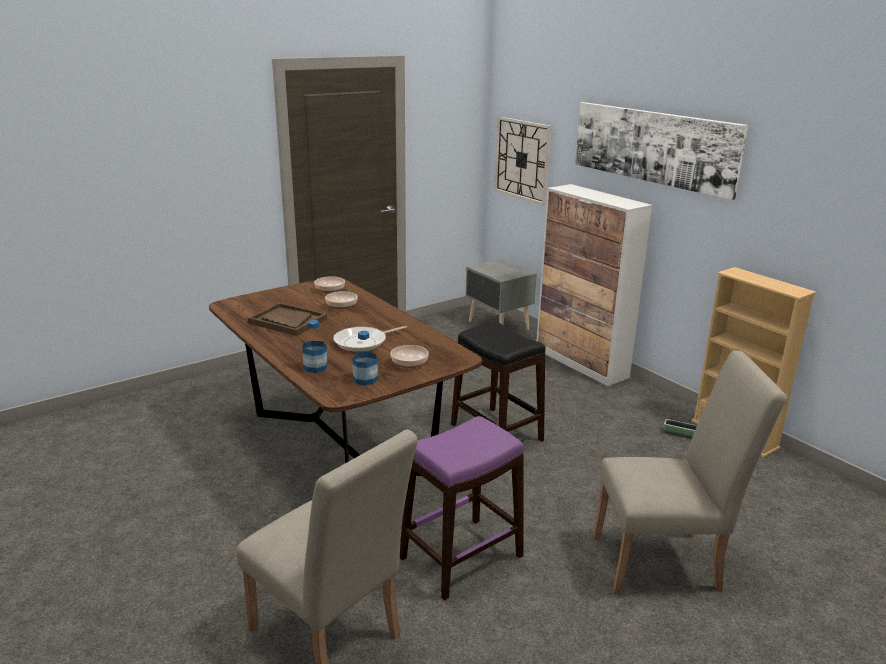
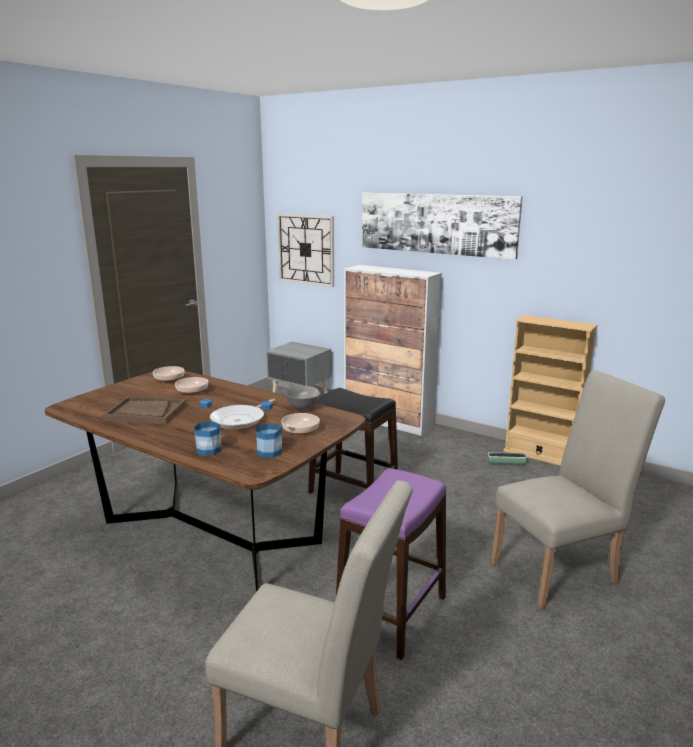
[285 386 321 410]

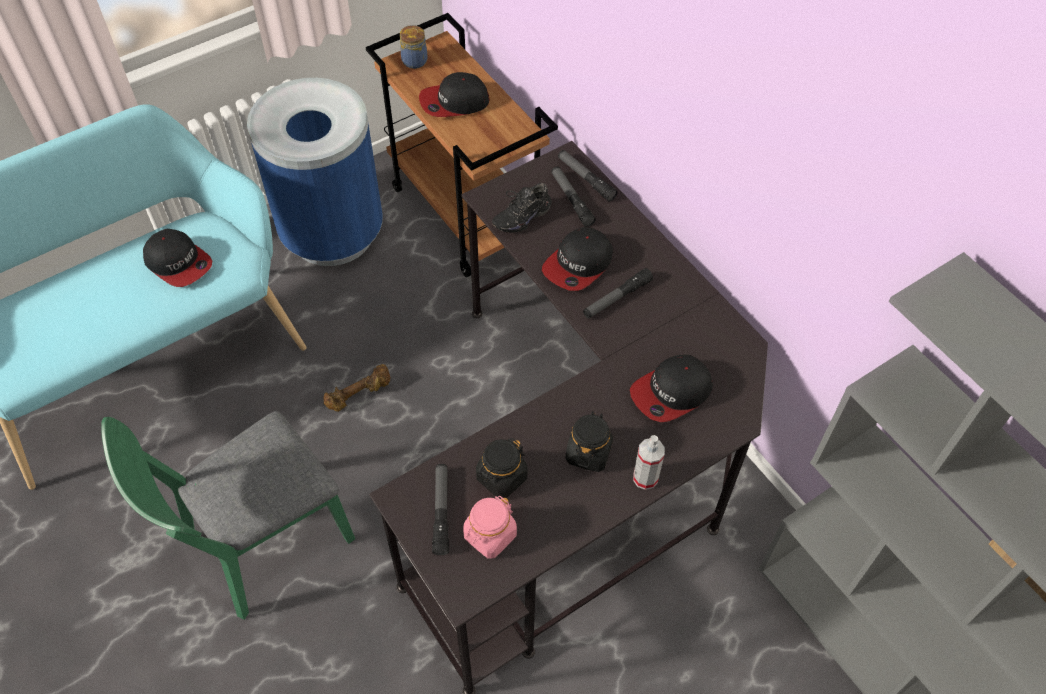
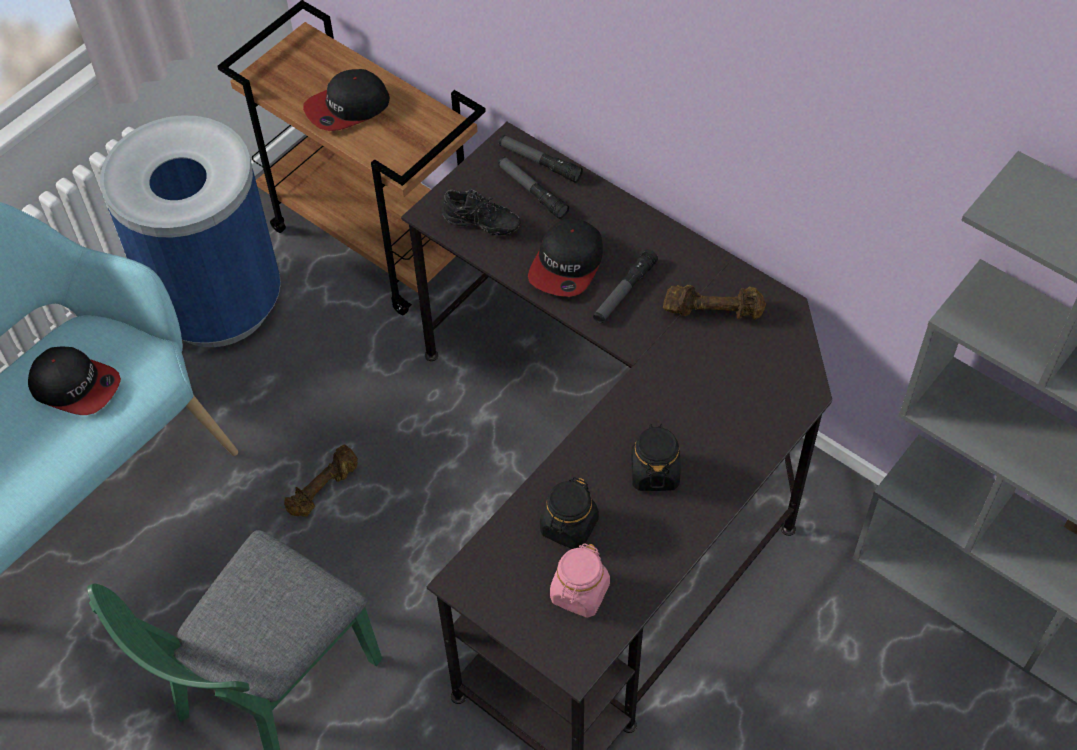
[400 25 428 69] (first image)
[432 464 449 555] (first image)
[441 189 521 236]
[630 355 713 422] (first image)
[633 435 665 490] (first image)
[663 285 766 320]

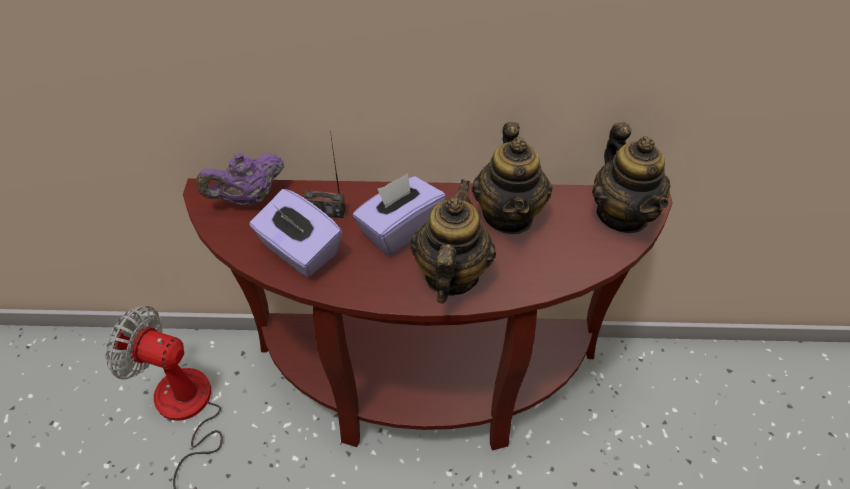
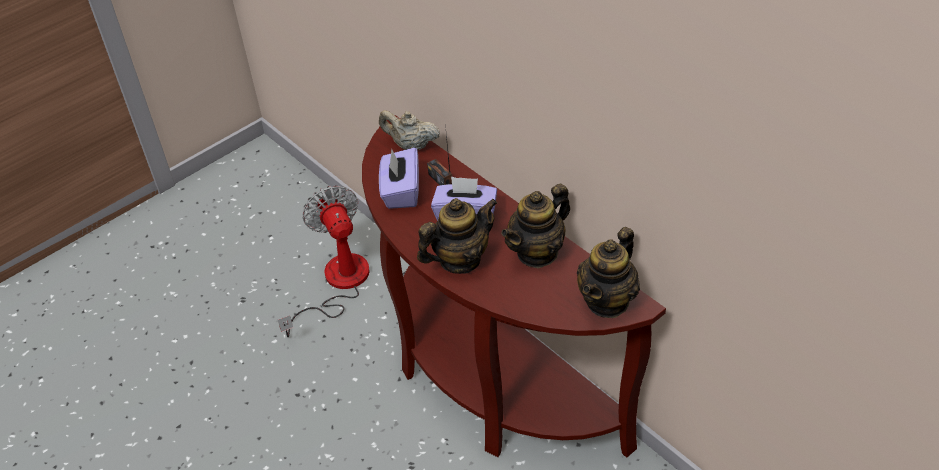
[379 110 440 150]

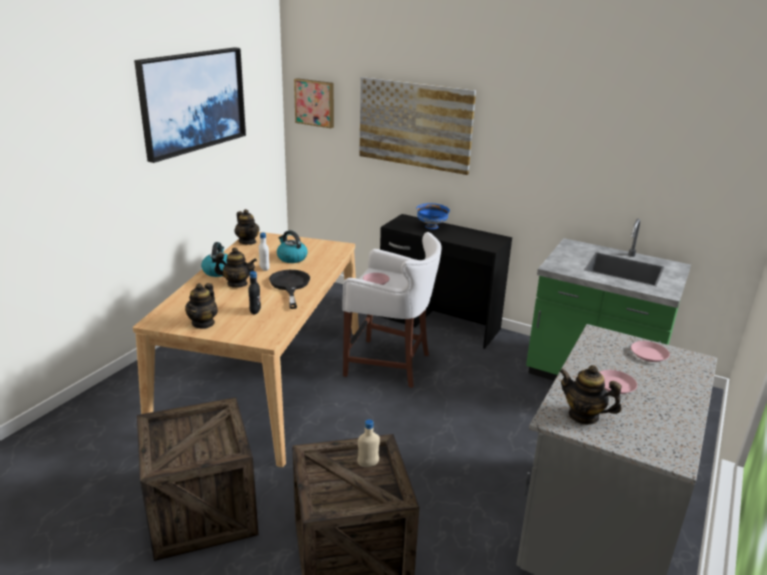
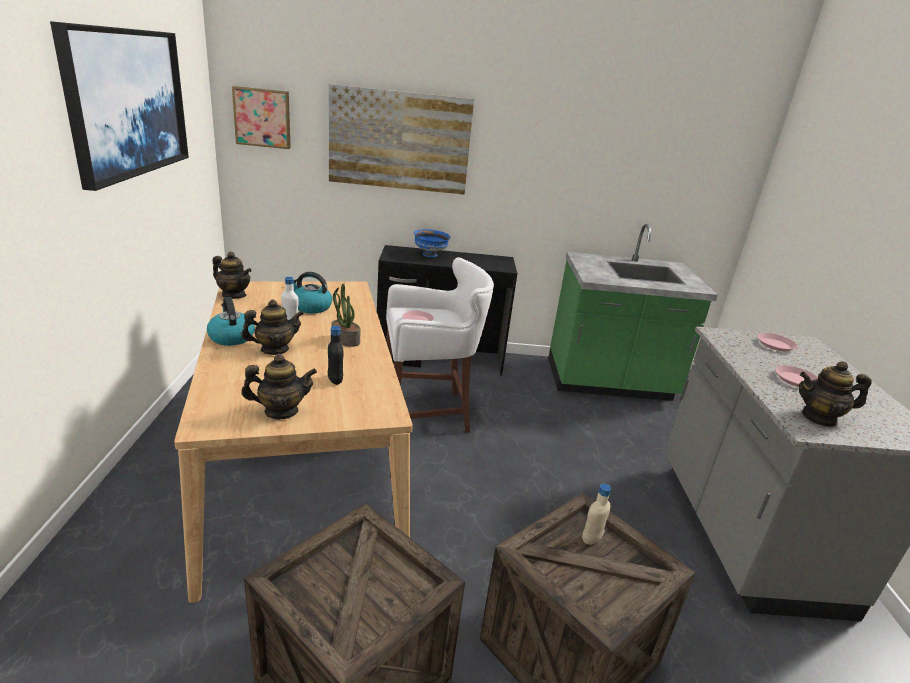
[241 354 317 419]
[331 282 361 347]

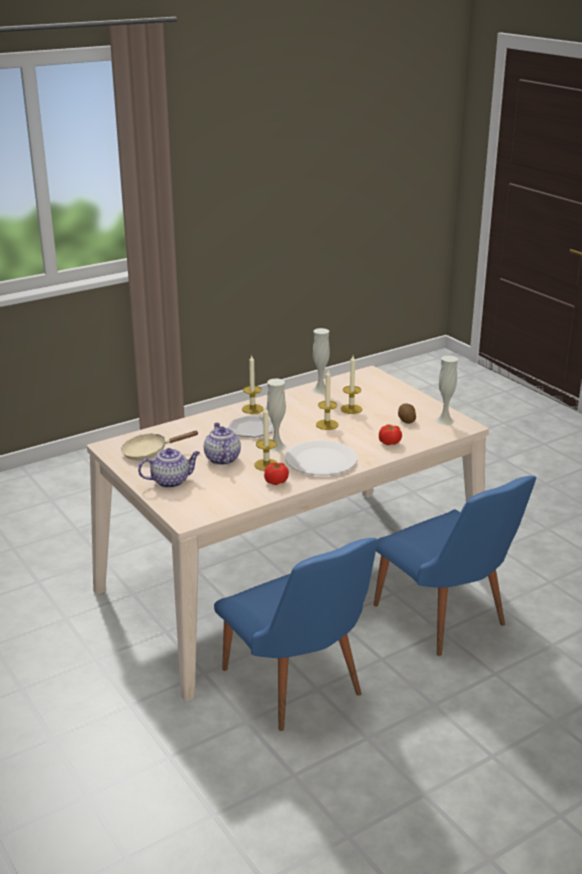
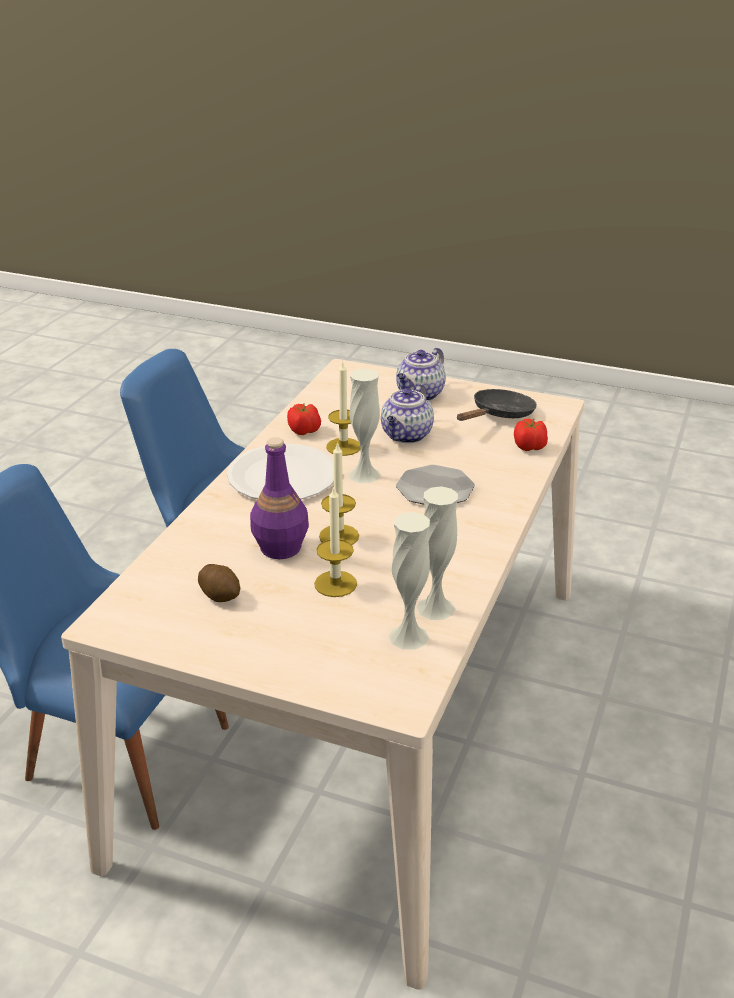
[457 389 537 421]
[381 384 434 443]
[242 356 264 414] (first image)
[514 418 548 451]
[389 512 430 650]
[250 437 309 559]

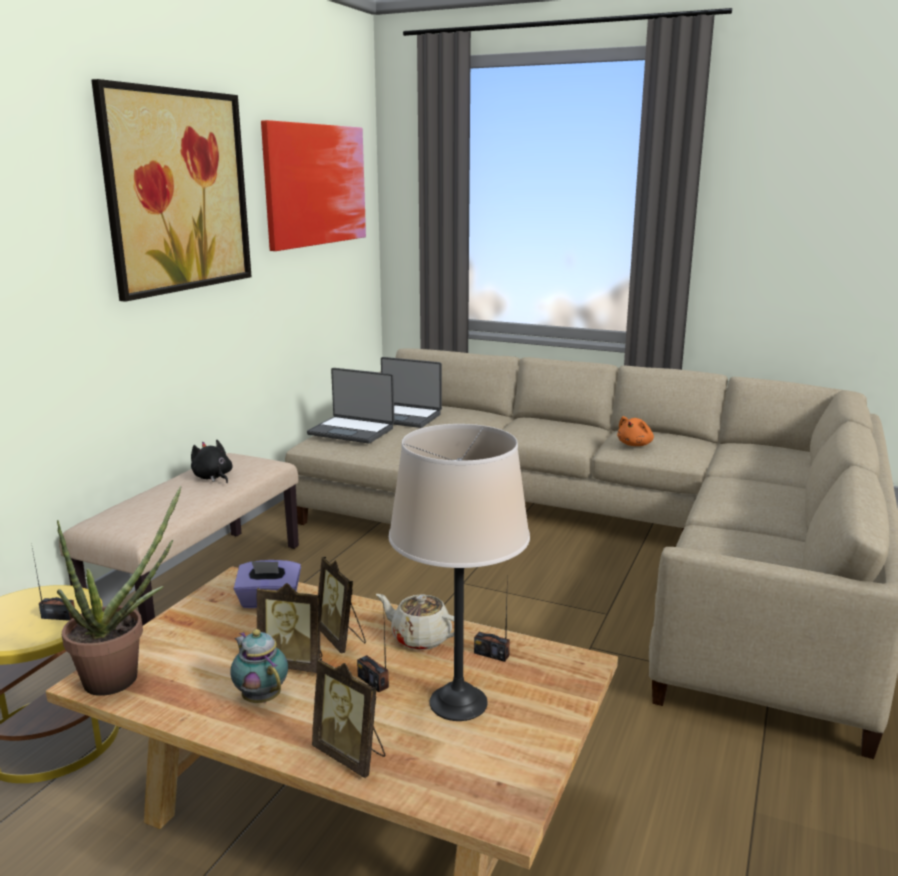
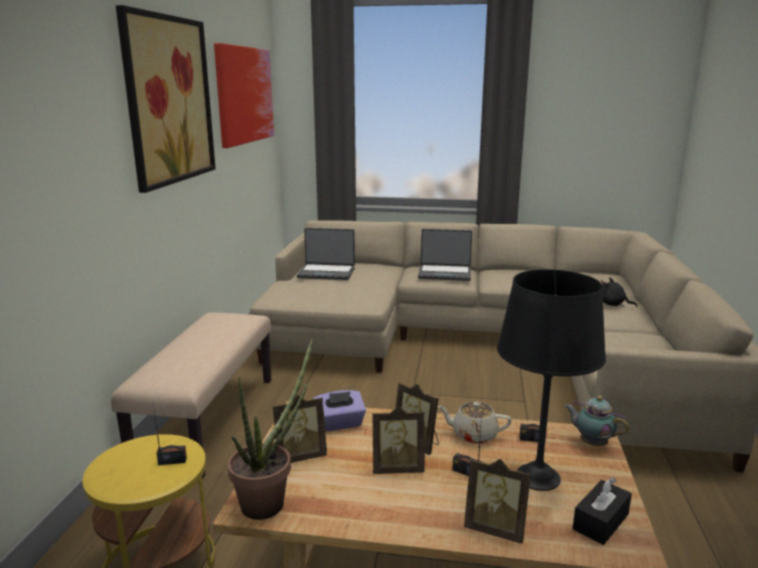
[601 278 637 307]
[564 396 629 446]
[418 229 472 281]
[497 269 606 491]
[617 416 654 446] (first image)
[273 395 327 463]
[573 477 632 545]

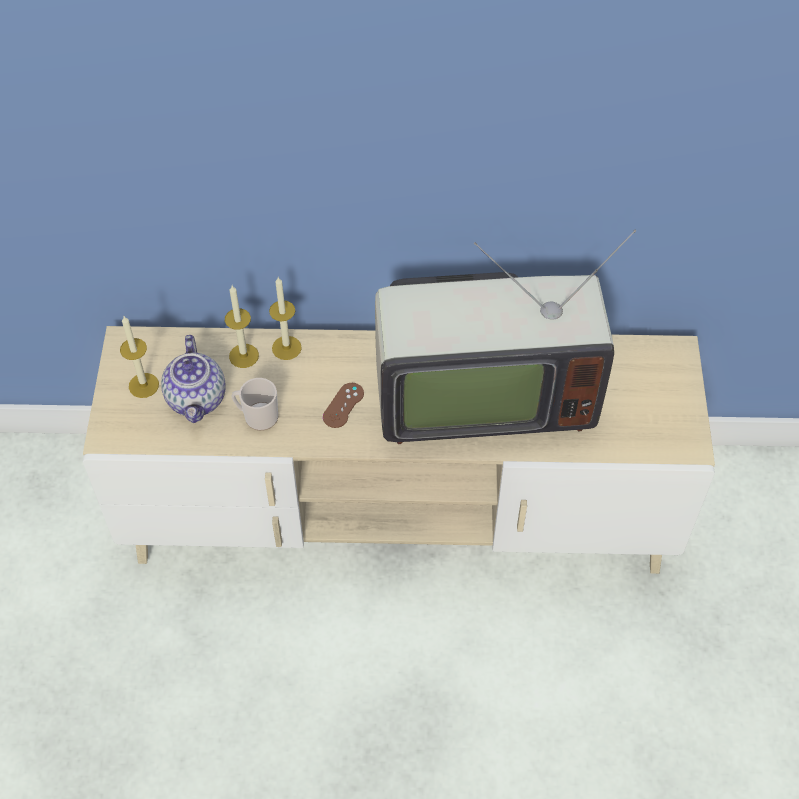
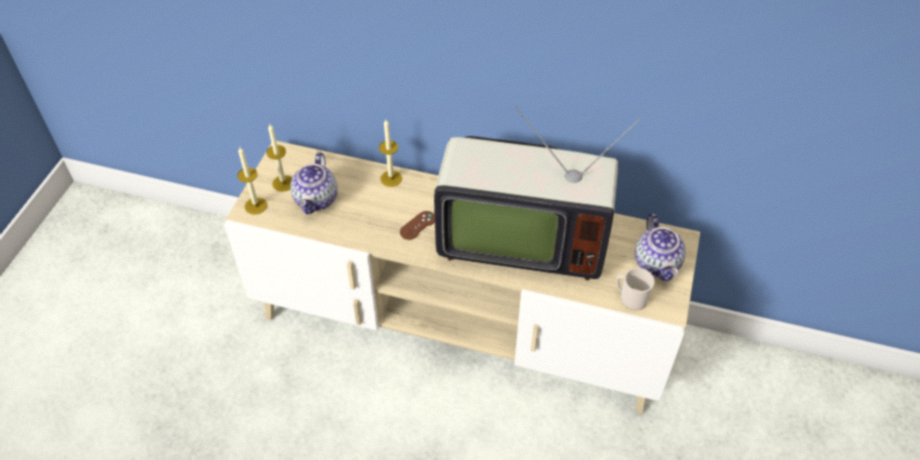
[237 147 267 215]
[617 268 655 310]
[635 214 686 281]

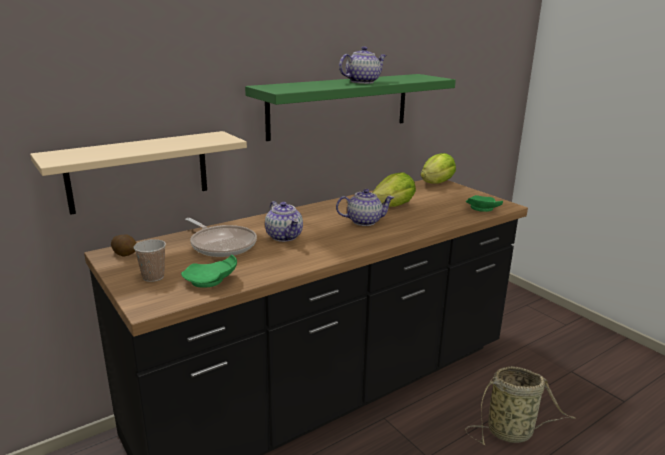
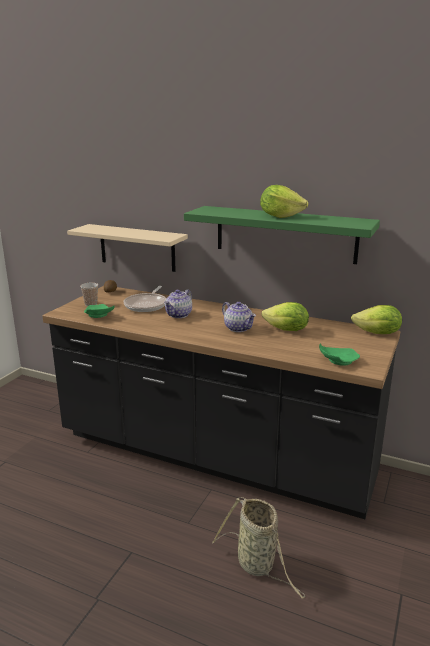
[260 185 308 218]

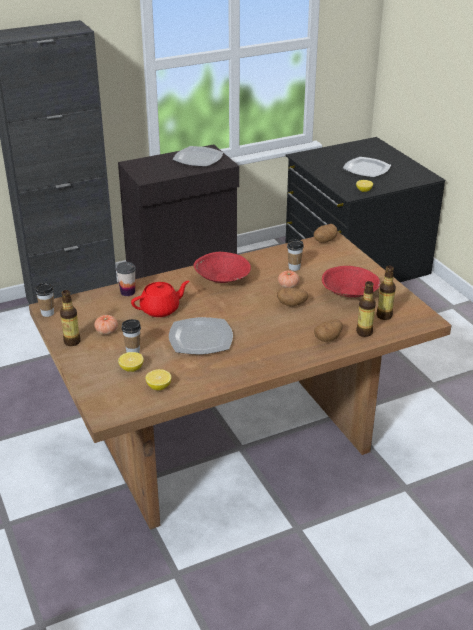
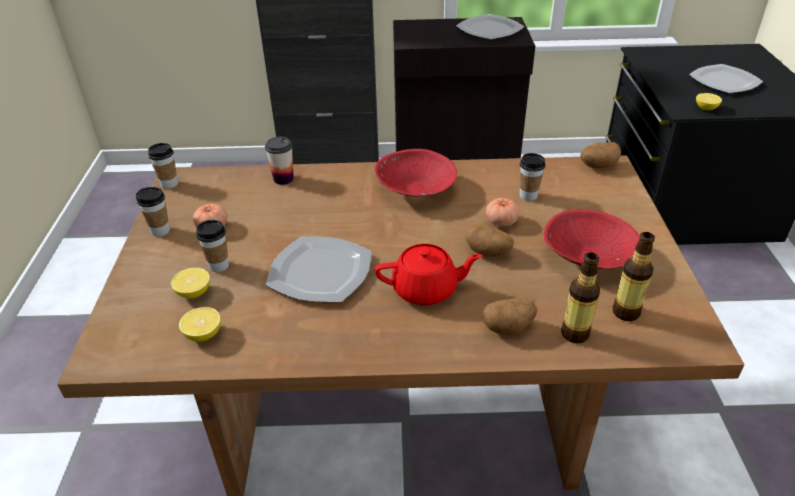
[136 187 170 236]
[375 244 482 305]

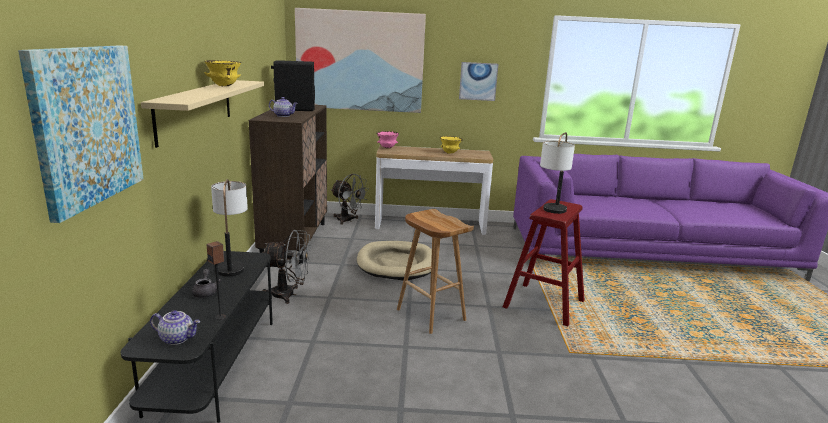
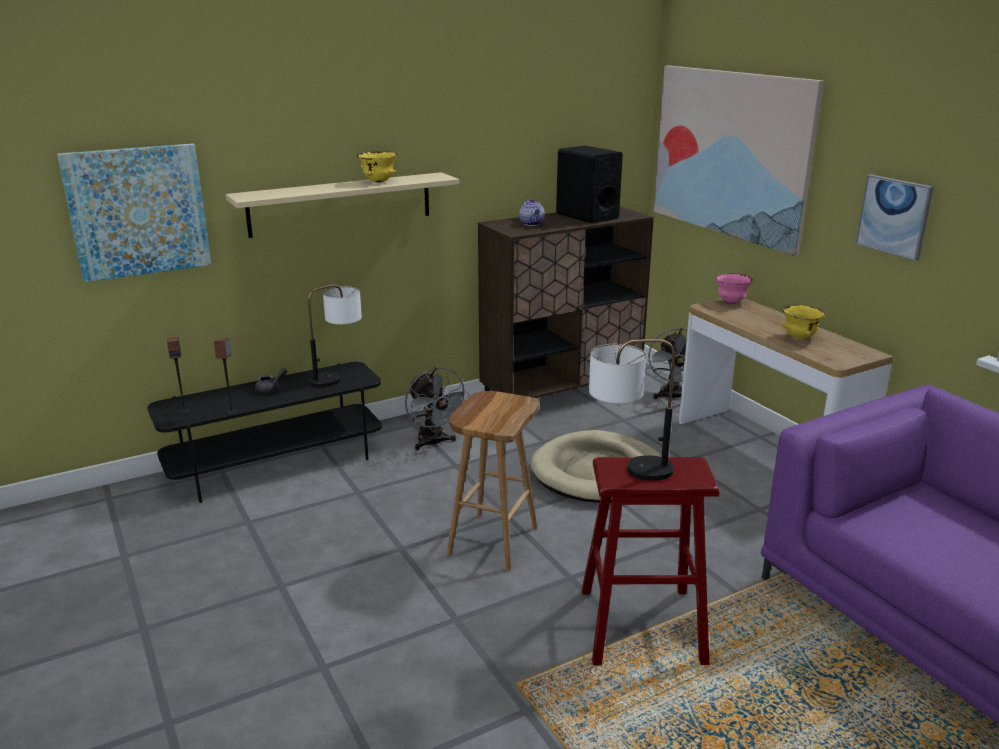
[167 337 190 414]

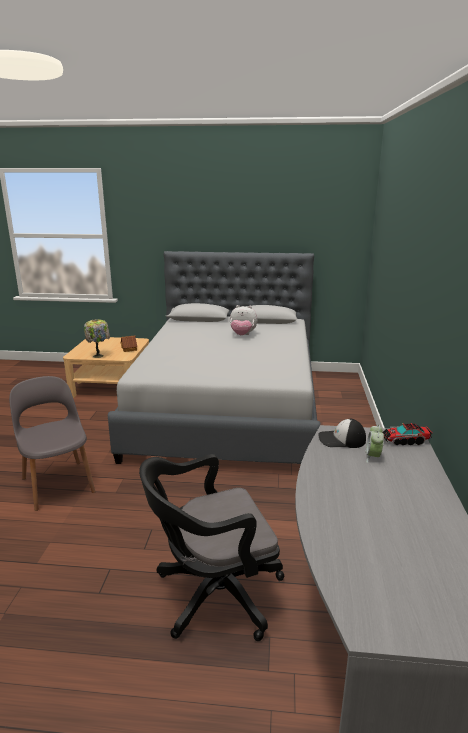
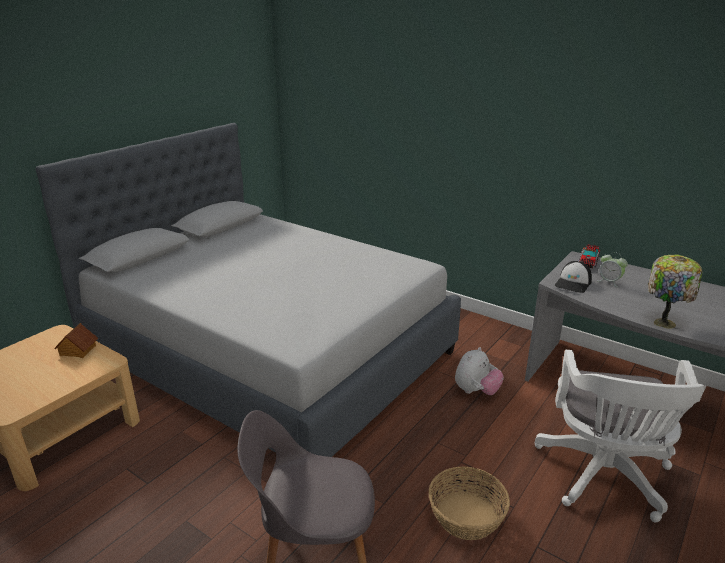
[648 255 703 329]
[535 350 706 522]
[455 347 504 395]
[428 466 510 540]

